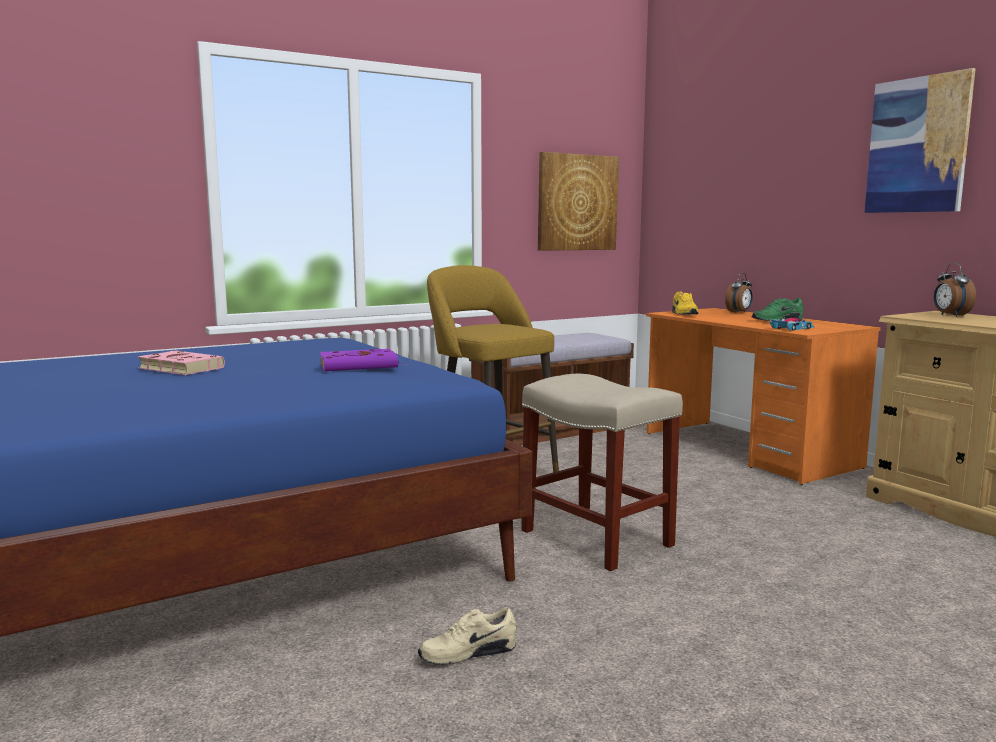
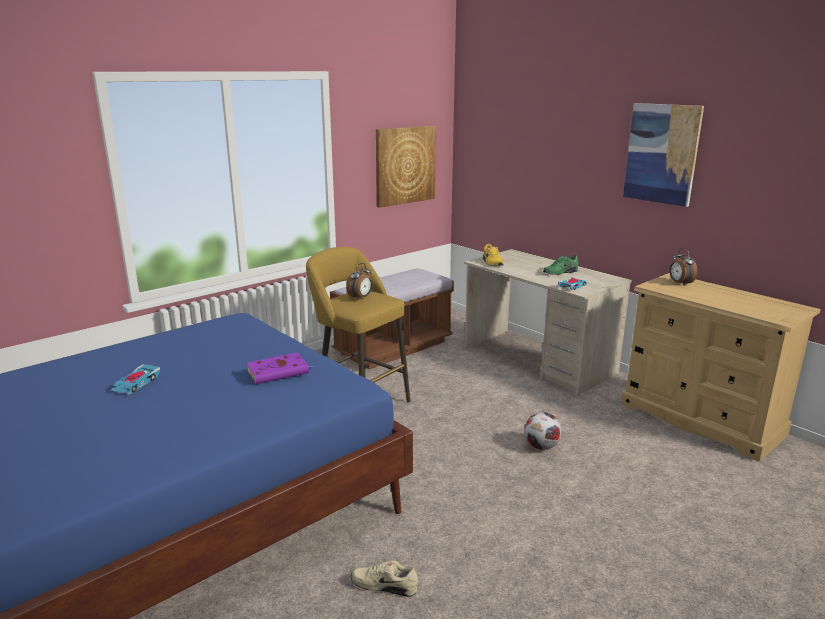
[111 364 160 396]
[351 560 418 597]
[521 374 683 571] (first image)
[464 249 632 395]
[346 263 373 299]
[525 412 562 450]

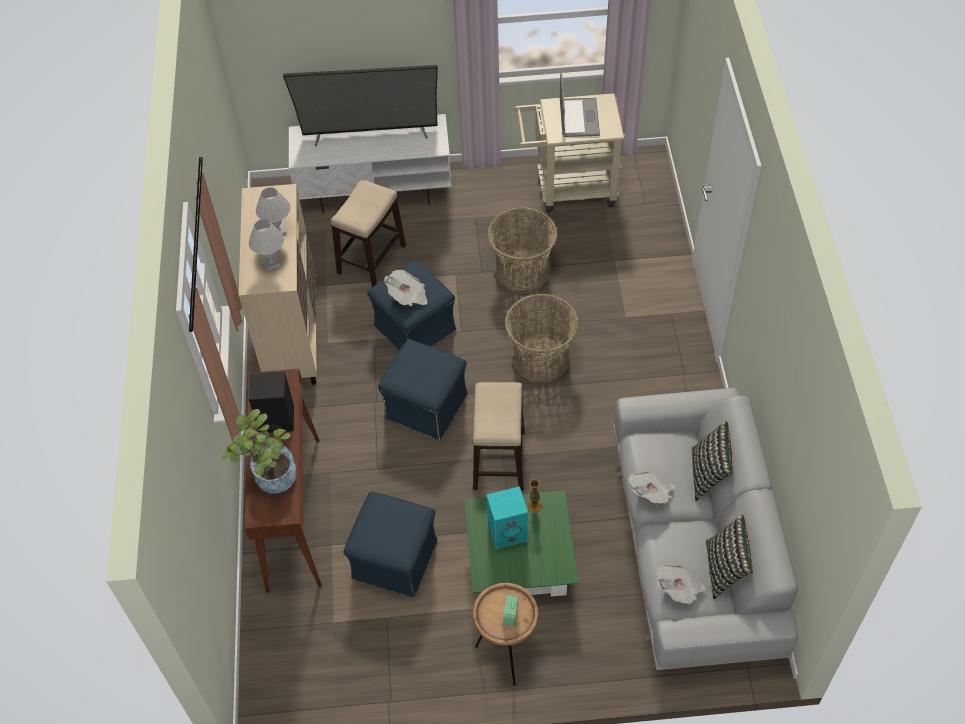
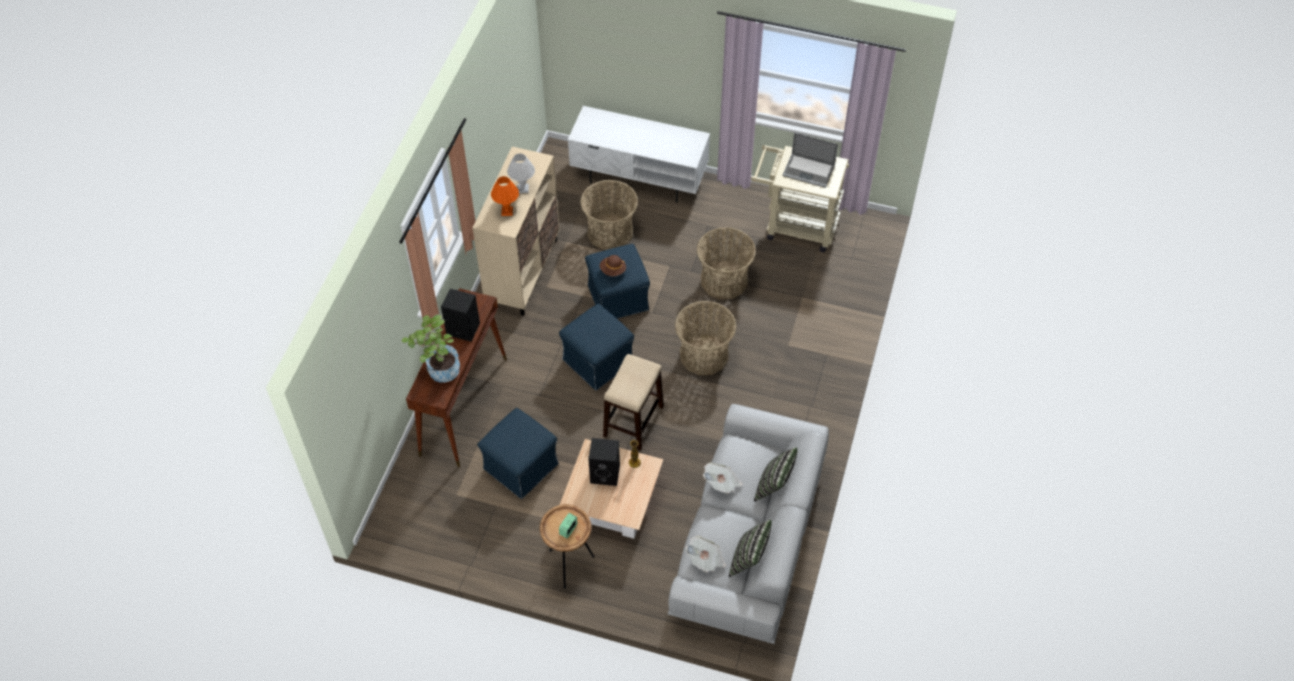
[491 176 519 216]
[283 65 438 146] (first image)
[580 180 638 250]
[600 255 626 276]
[560 439 664 539]
[588 438 620 486]
[783 132 838 188]

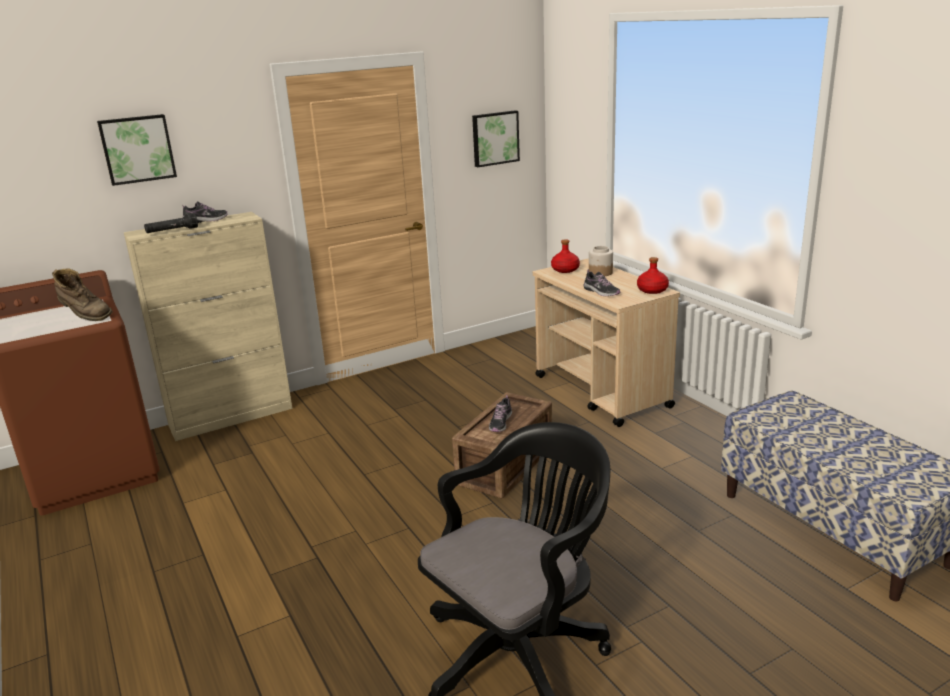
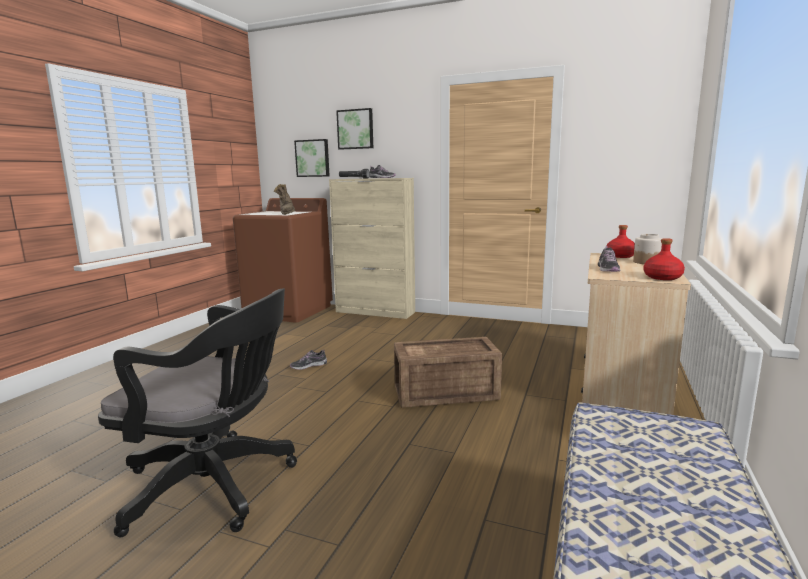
[294 139 330 177]
[290 350 327 370]

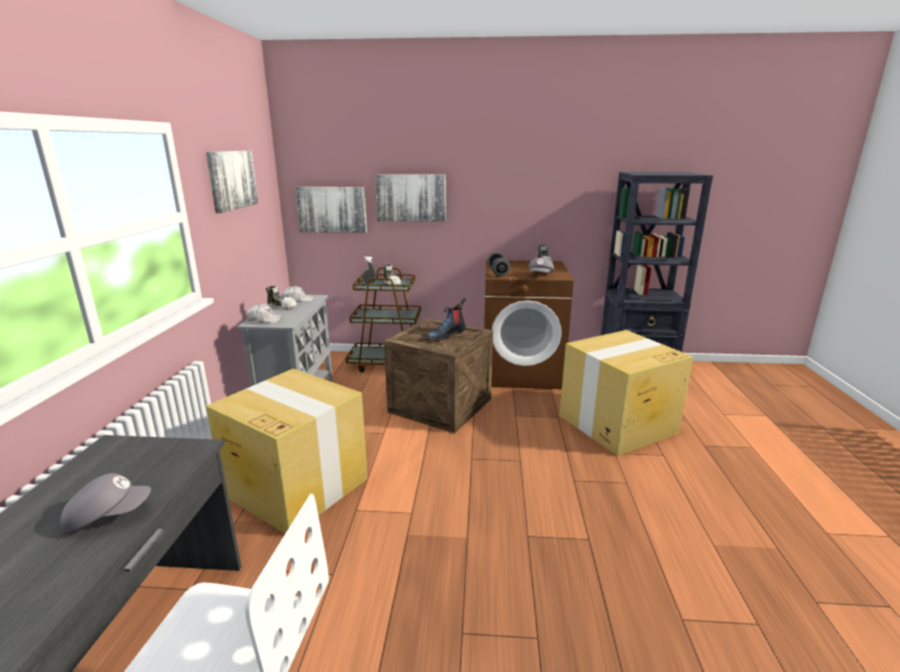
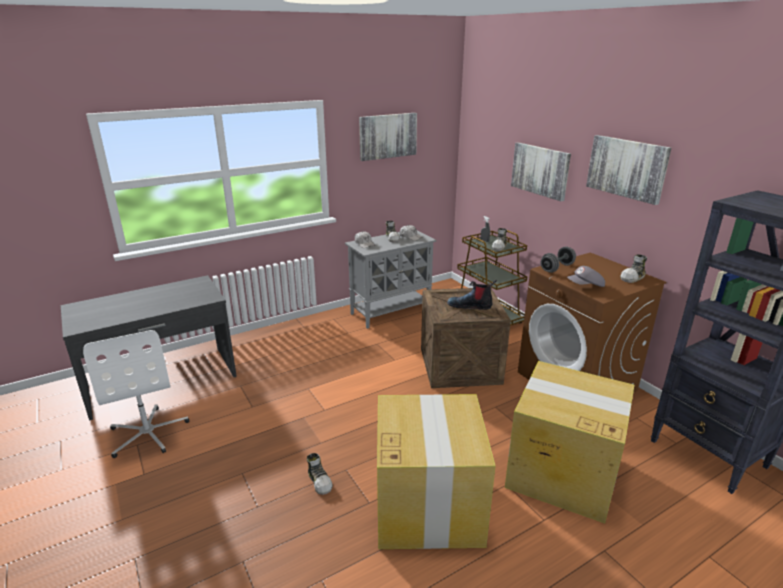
[60 473 151 532] (first image)
[377 394 496 549]
[586 135 672 205]
[307 453 333 495]

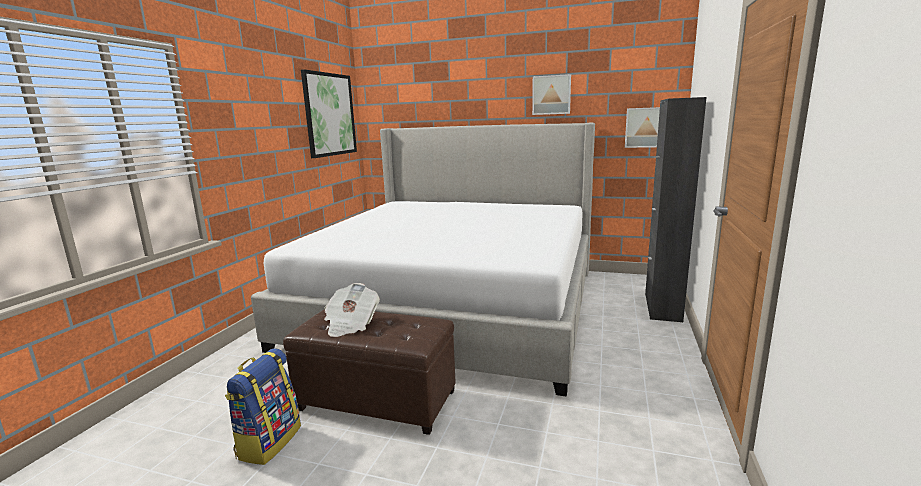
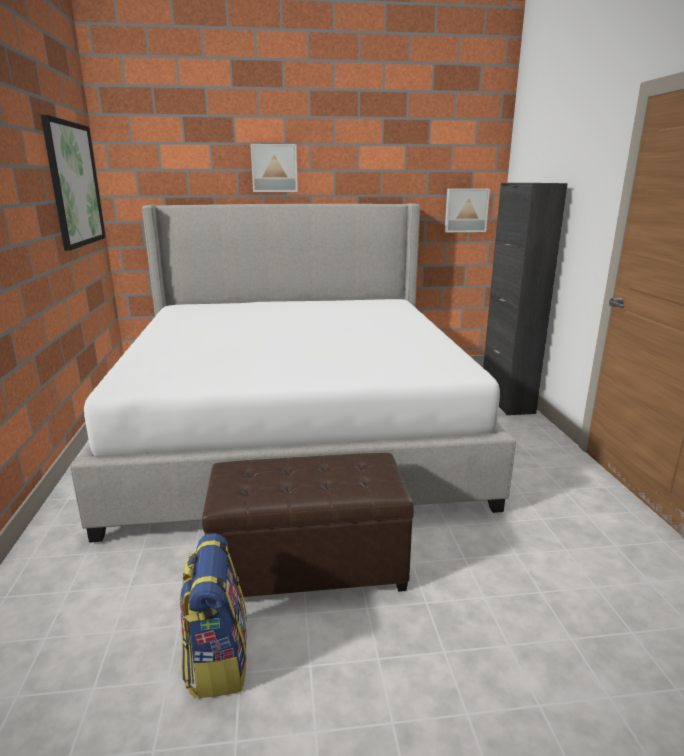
[324 283 380 337] (first image)
[250 144 298 192]

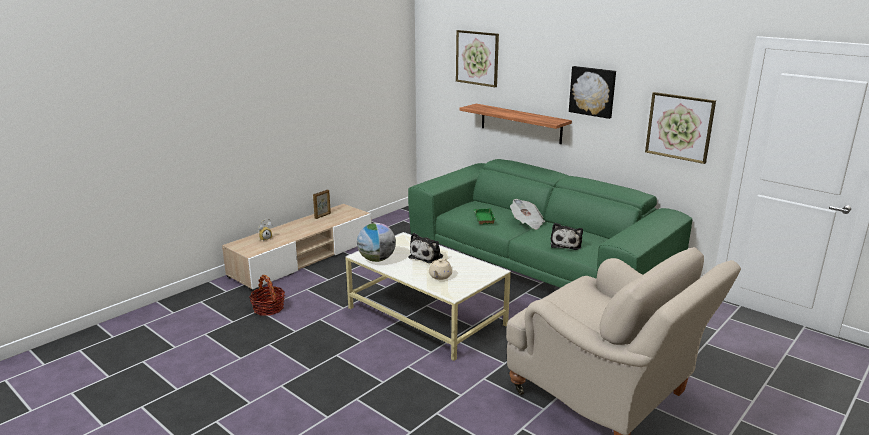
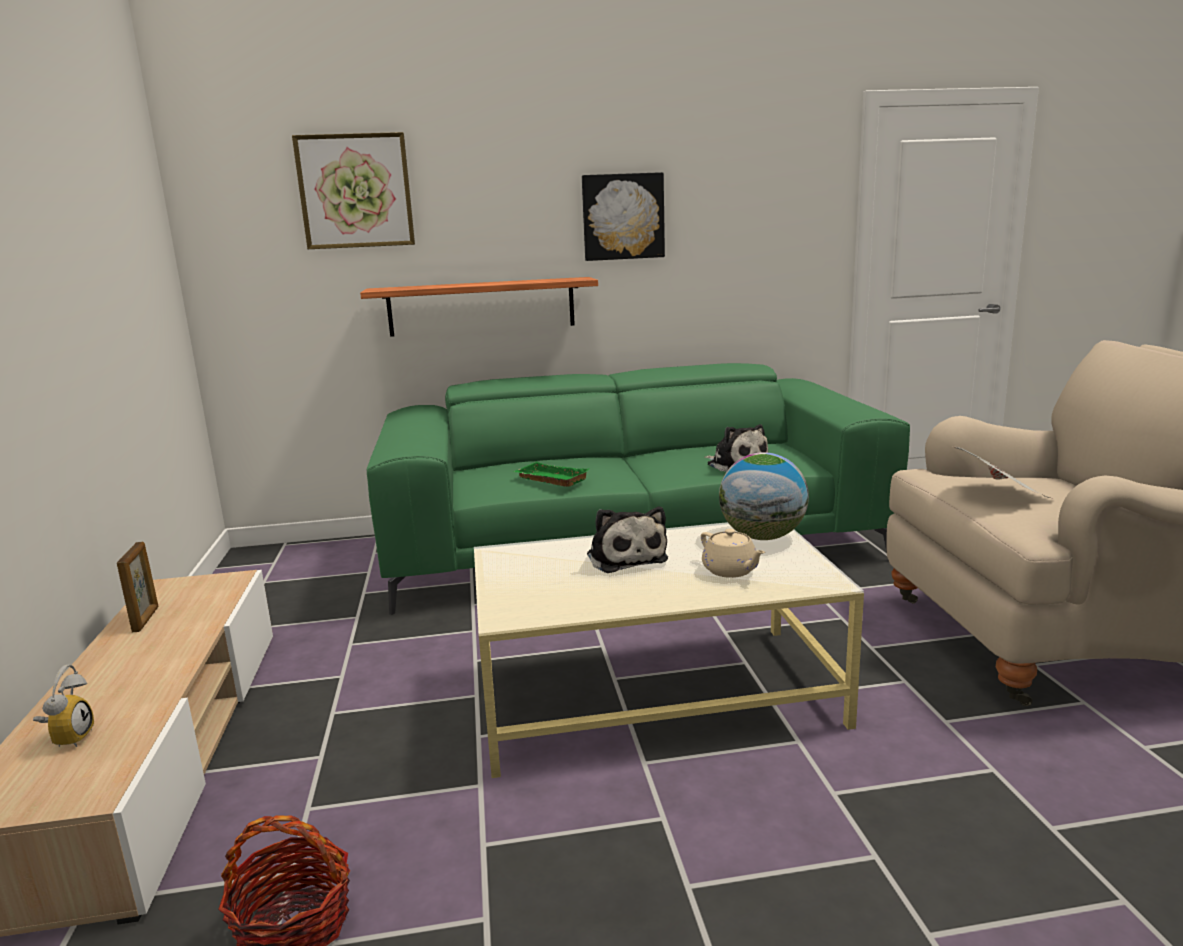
[719 452 809 540]
[953 446 1054 499]
[645 92 716 164] (first image)

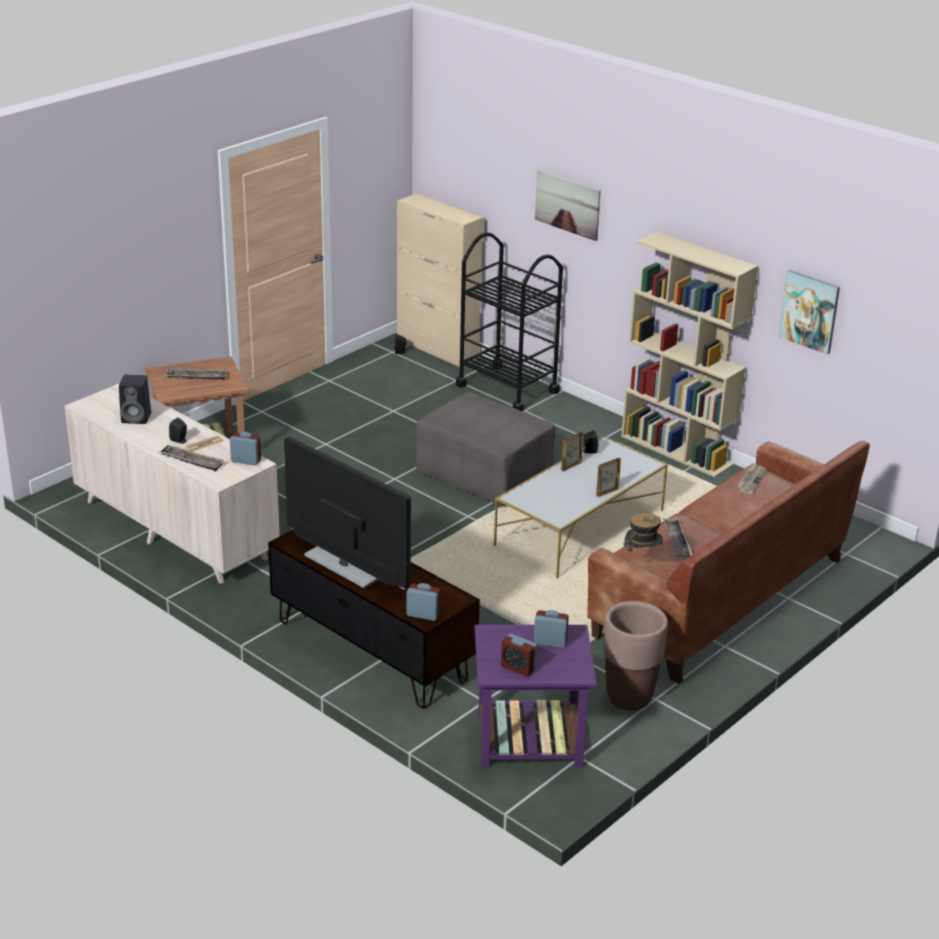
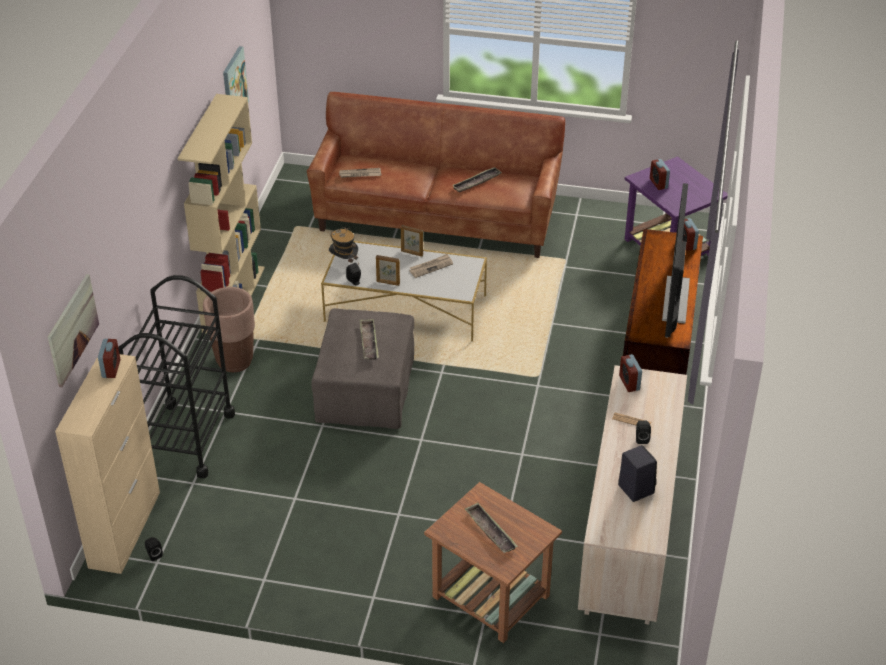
[359 319 379 360]
[98 339 120 378]
[48 274 99 387]
[203 287 255 372]
[329 228 359 265]
[409 254 453 278]

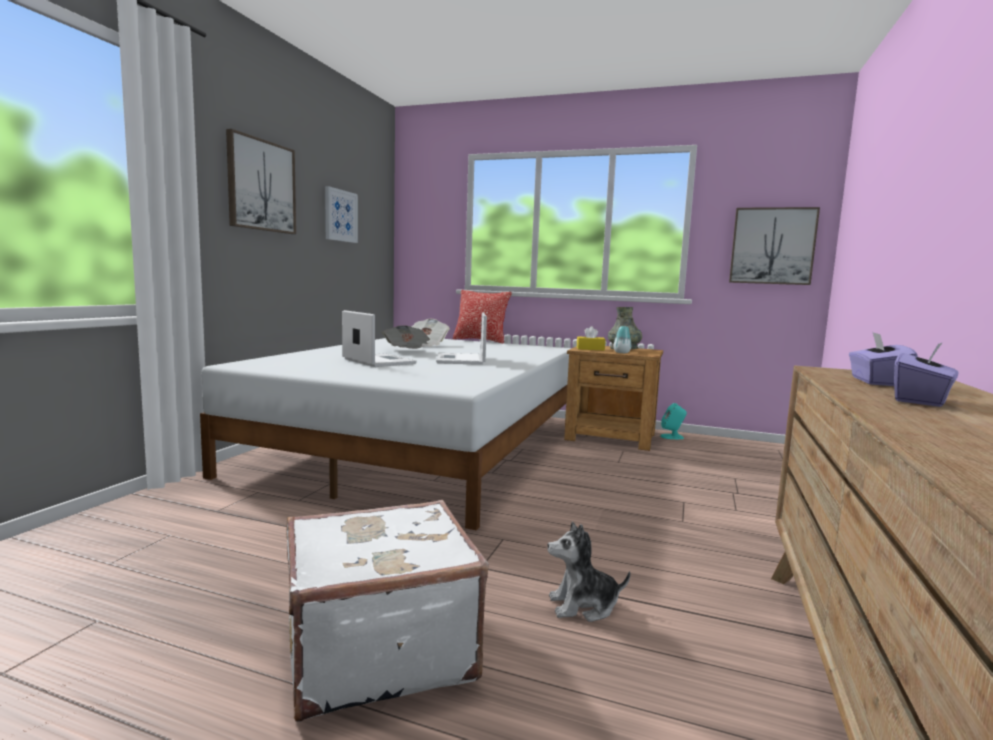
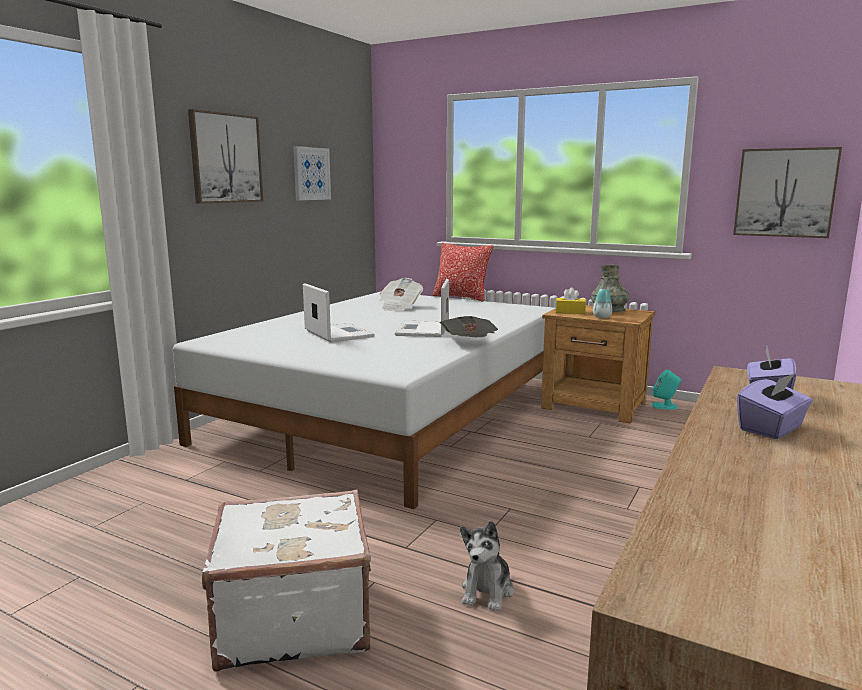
[440 316 498 337]
[460 521 514 612]

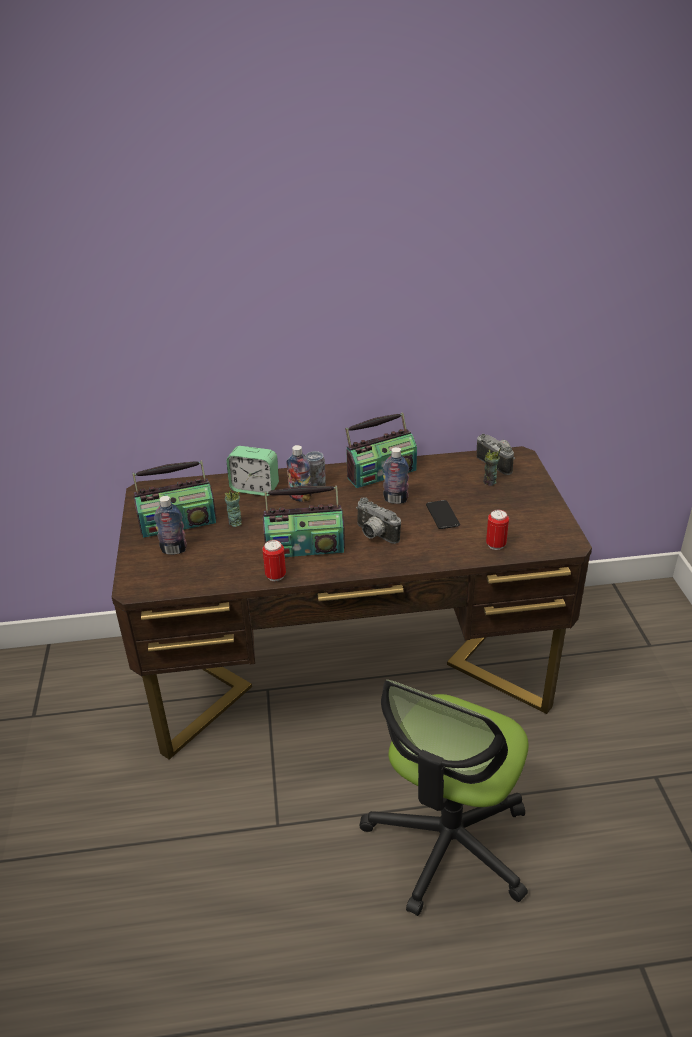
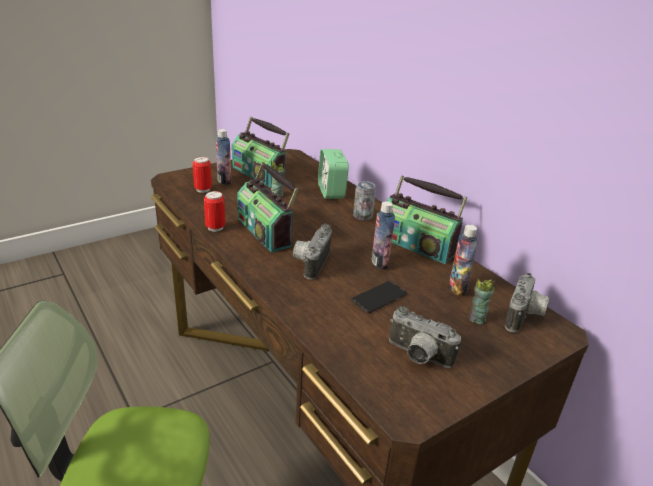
[449 225 478 296]
[193 156 212 193]
[389 306 461 368]

